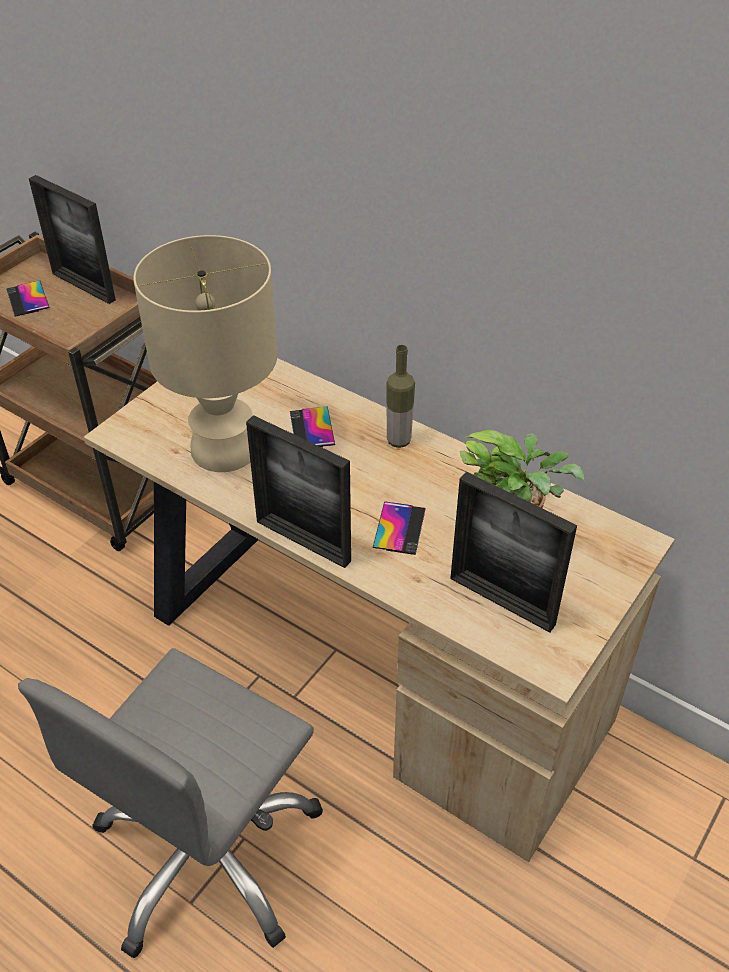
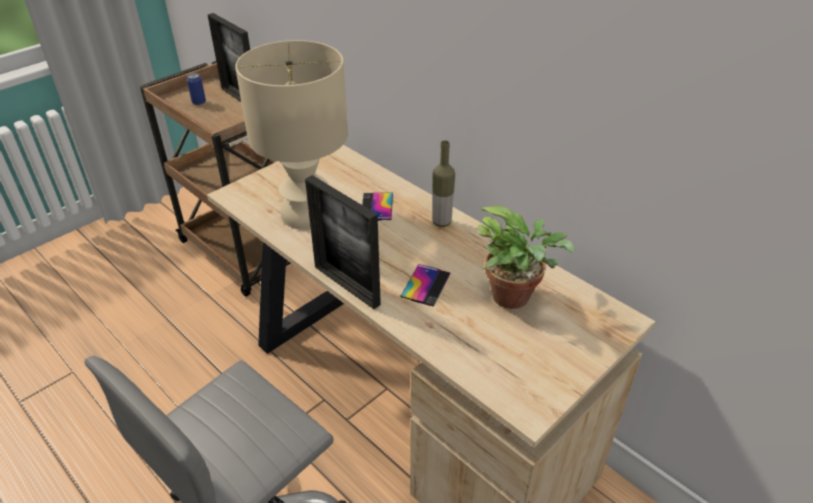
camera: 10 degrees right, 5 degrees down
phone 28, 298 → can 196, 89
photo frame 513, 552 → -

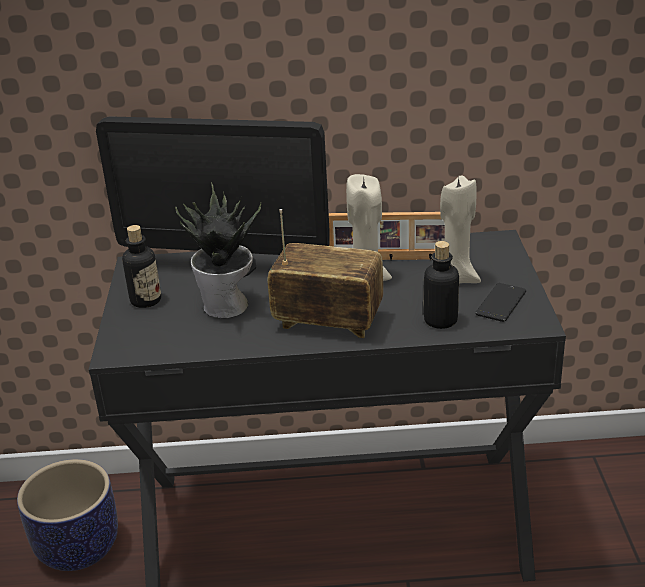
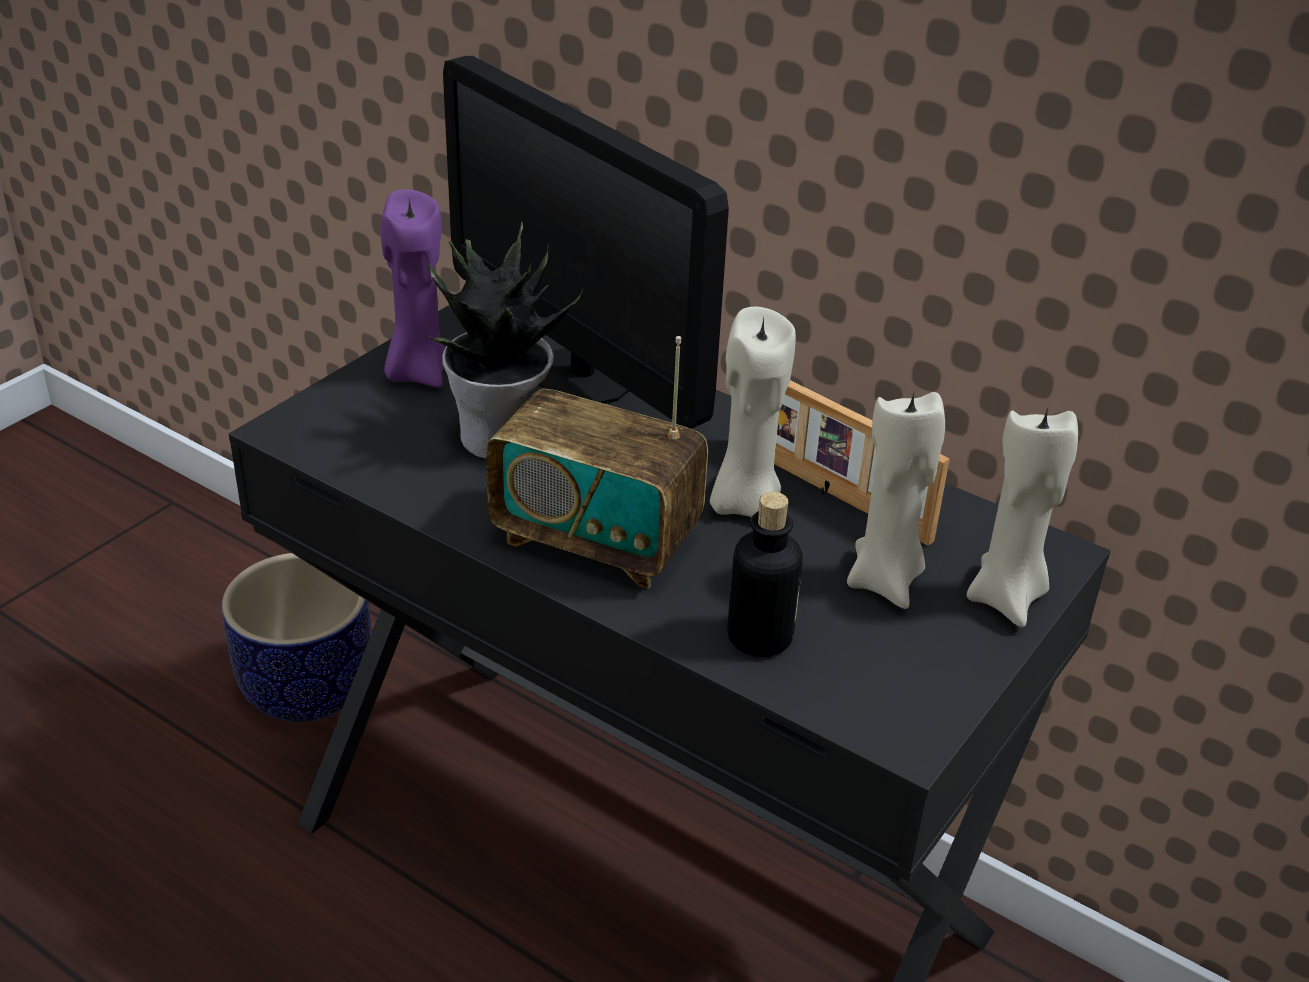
camera: 35 degrees right, 5 degrees up
radio set 325, 273 → radio set 597, 462, 150 degrees clockwise
beverage bottle 141, 266 → purple-coloured wax candle 413, 288
phone 500, 302 → -
- → beige wax candle 1022, 517

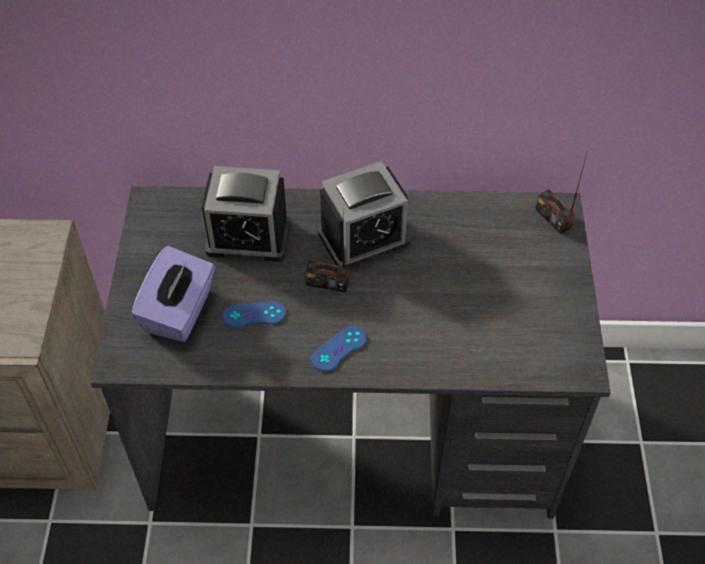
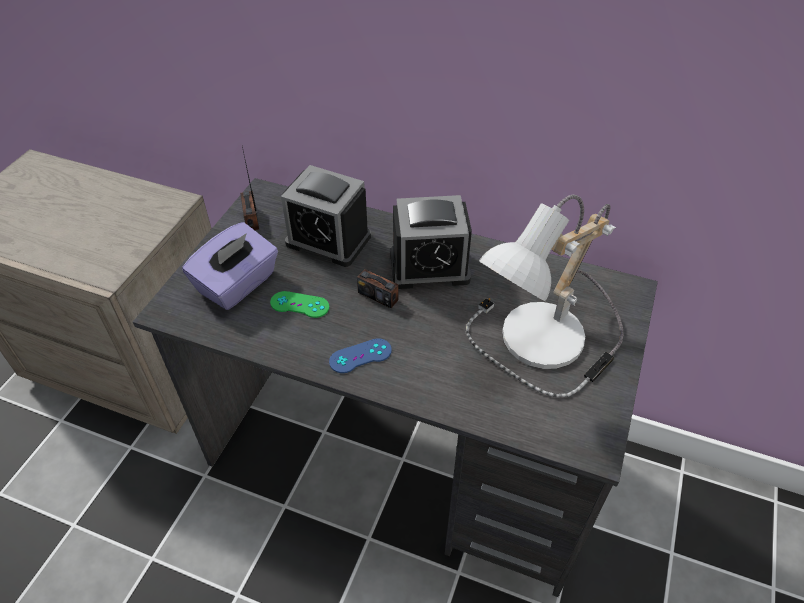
camera: 20 degrees right, 5 degrees down
radio set 561, 194 → radio set 249, 188, relocated
blue-coloured game controller 254, 314 → green-coloured game controller 299, 304
- → table lamp 545, 296

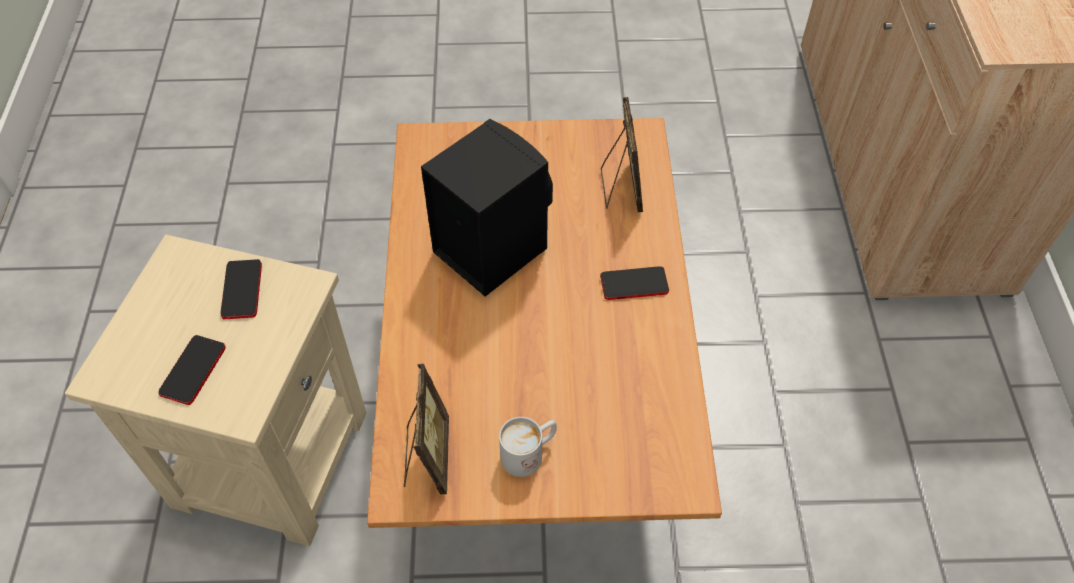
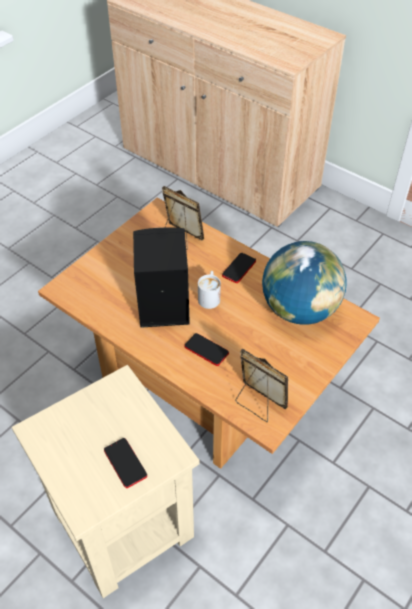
camera: 50 degrees left, 5 degrees down
phone 241, 289 → phone 206, 349, relocated
white-coloured mug 528, 447 → white-coloured mug 209, 290, relocated
- → globe 304, 283

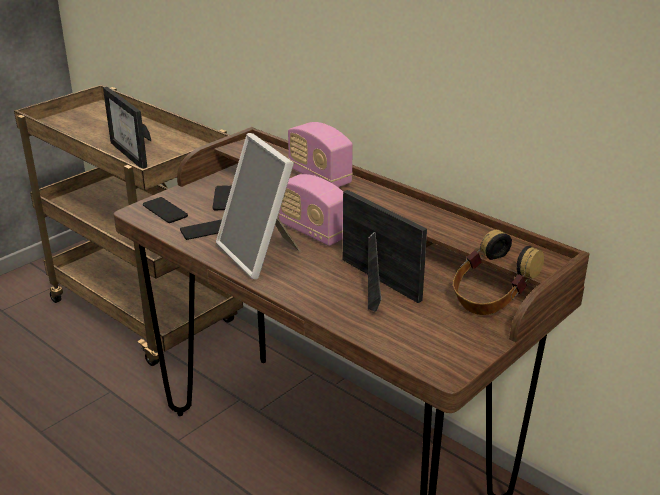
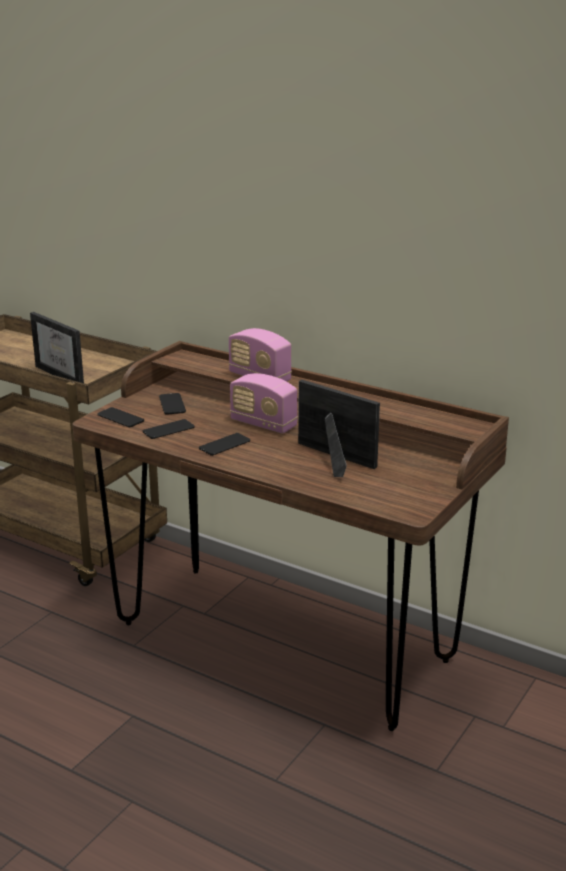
camera: 10 degrees left, 5 degrees down
photo frame 258, 206 → phone 224, 444
headset 498, 272 → -

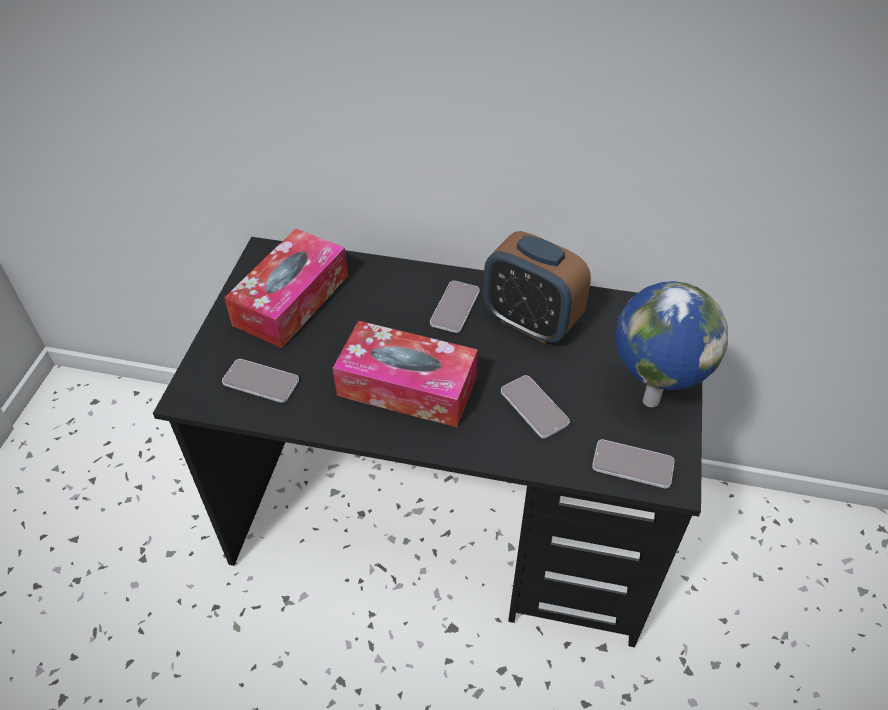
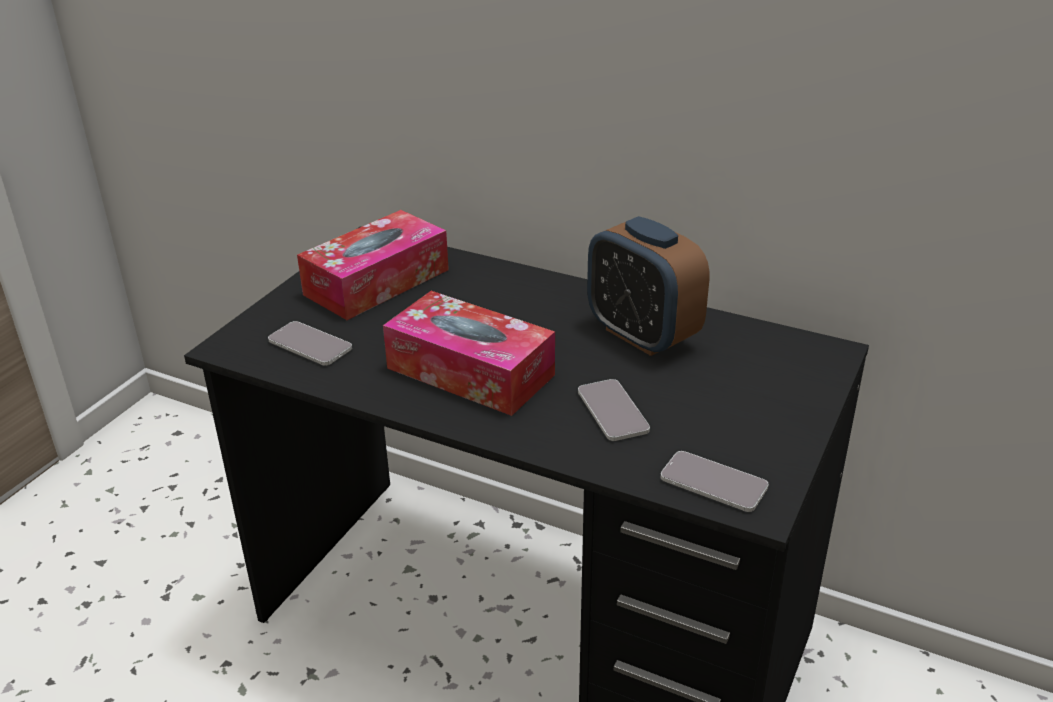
camera: 15 degrees right, 15 degrees down
phone 455, 307 → -
globe 671, 344 → -

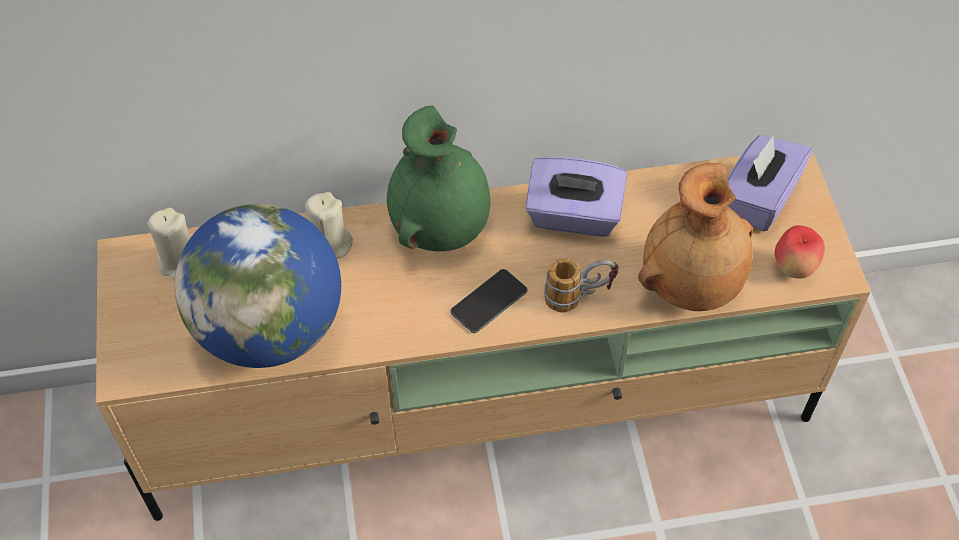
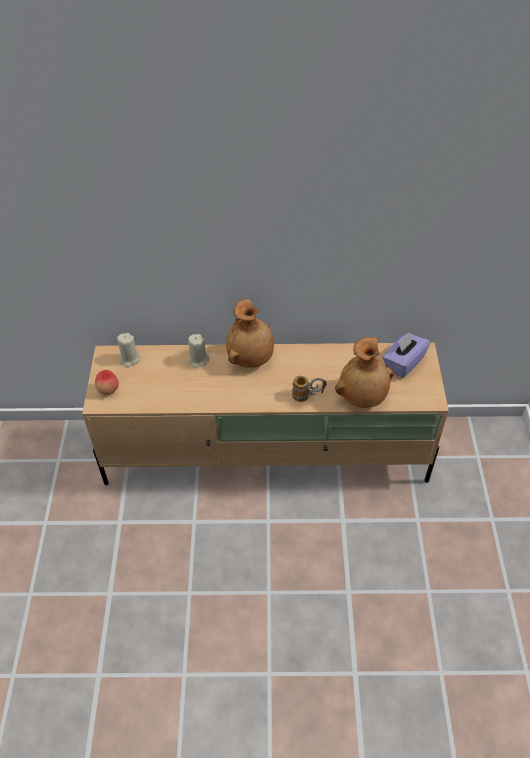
camera: 10 degrees right, 5 degrees down
green-coloured vase 438, 178 → brown-coloured vase 250, 333
purple-coloured tissue holder 576, 197 → -
globe 258, 286 → -
whole apple 800, 252 → whole apple 107, 382, relocated
phone 489, 301 → -

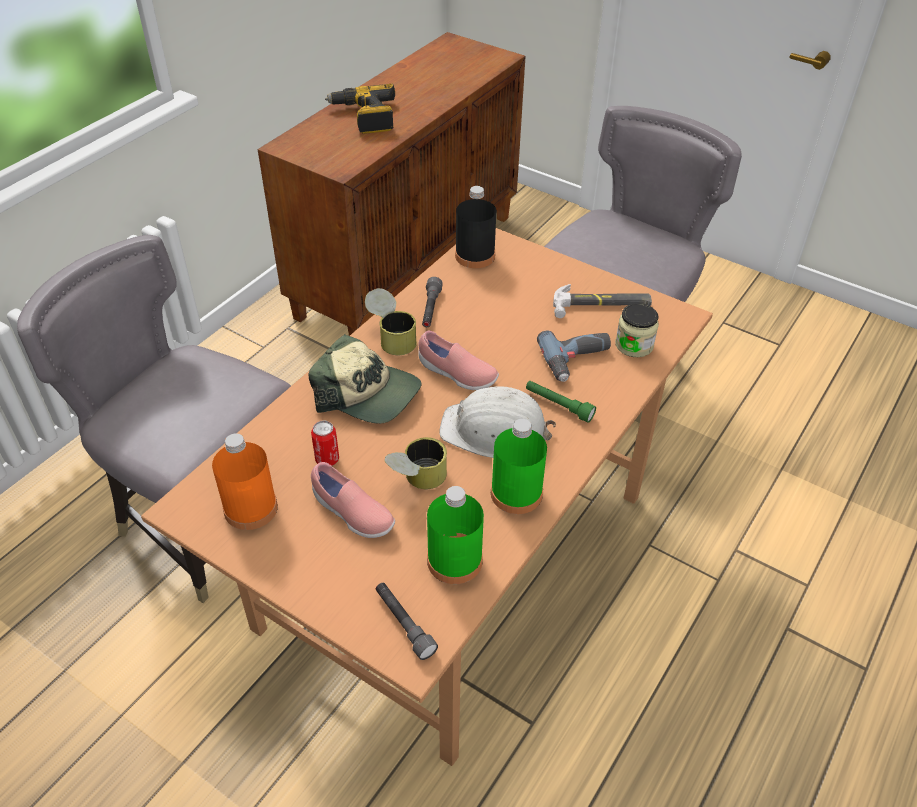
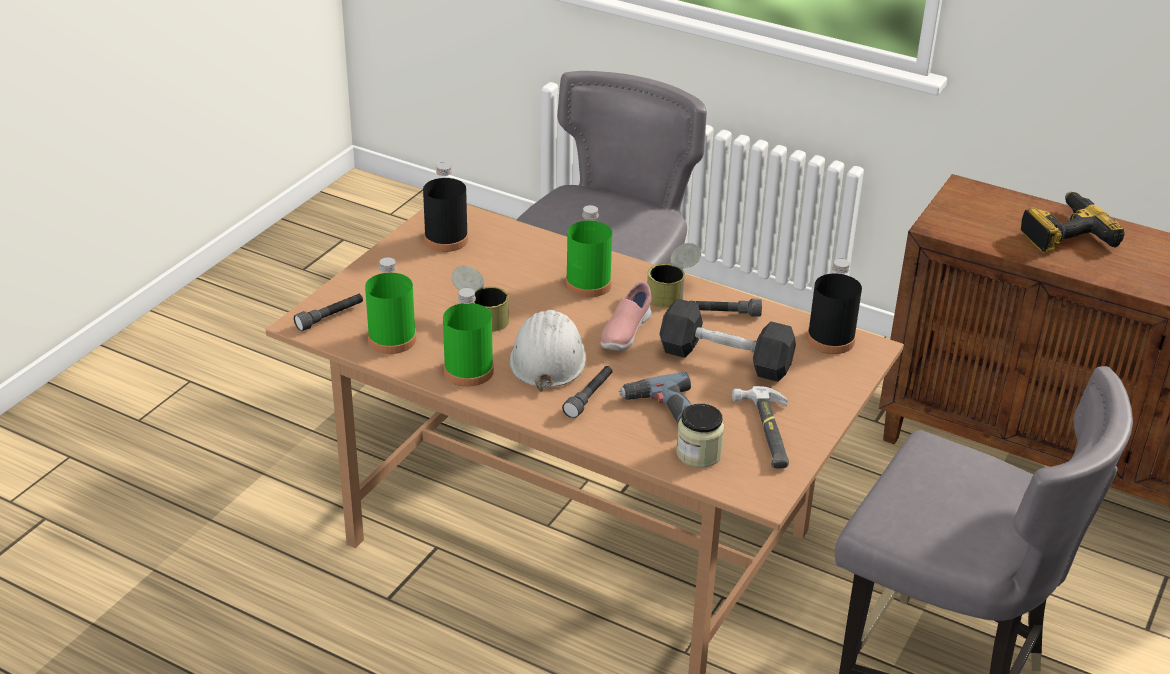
camera: 85 degrees right, 10 degrees down
peaked cap 365, 379 → green-coloured beverage bottle 589, 251
green-coloured flashlight 561, 402 → gray flashlight 587, 392
can 325, 443 → -
orange beverage bottle 245, 481 → black-coloured beverage bottle 445, 207
pink low shoe 353, 500 → -
- → black-coloured free weight 727, 340

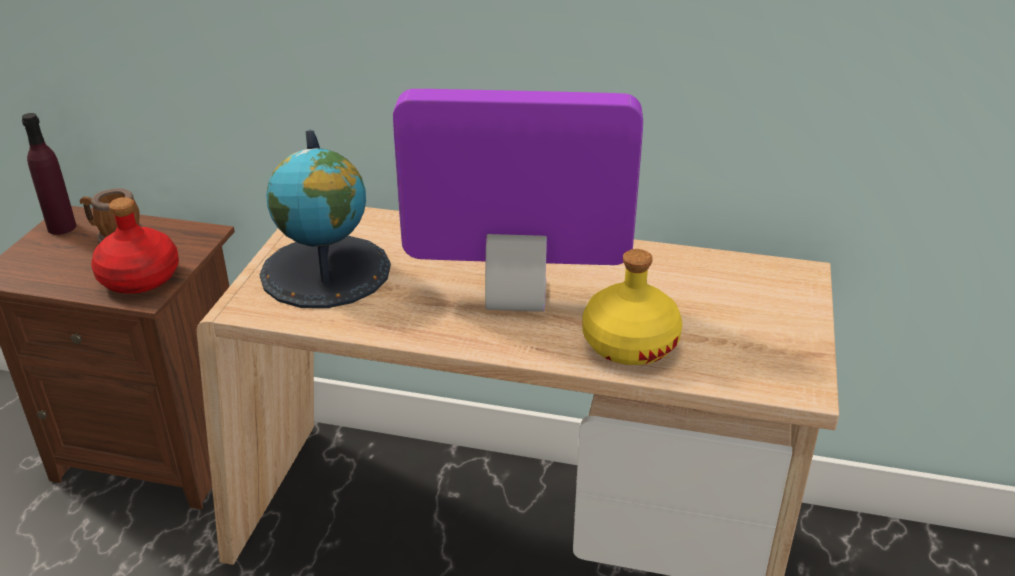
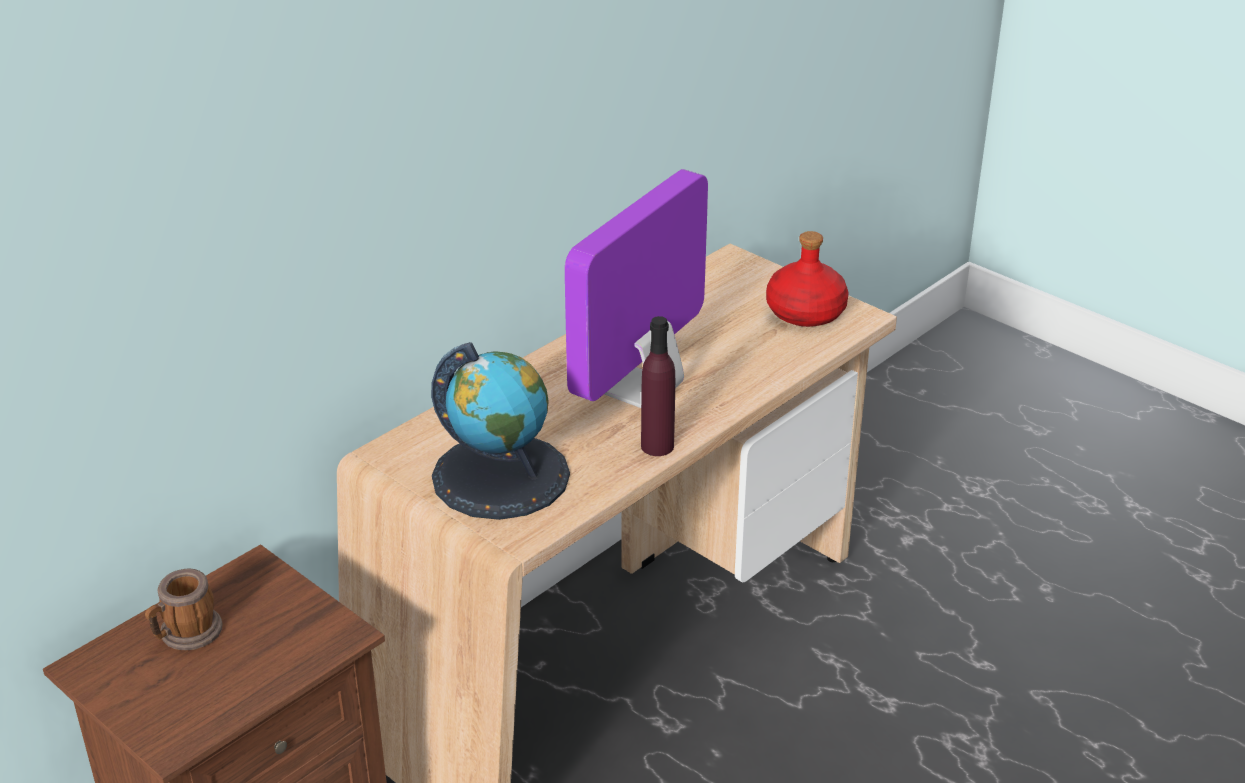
camera: 60 degrees left, 0 degrees up
purple-coloured beverage bottle 49, 174 → purple-coloured beverage bottle 658, 386, relocated
red beverage bottle 135, 245 → red beverage bottle 807, 279, relocated
yellowish beverage bottle 633, 307 → -

